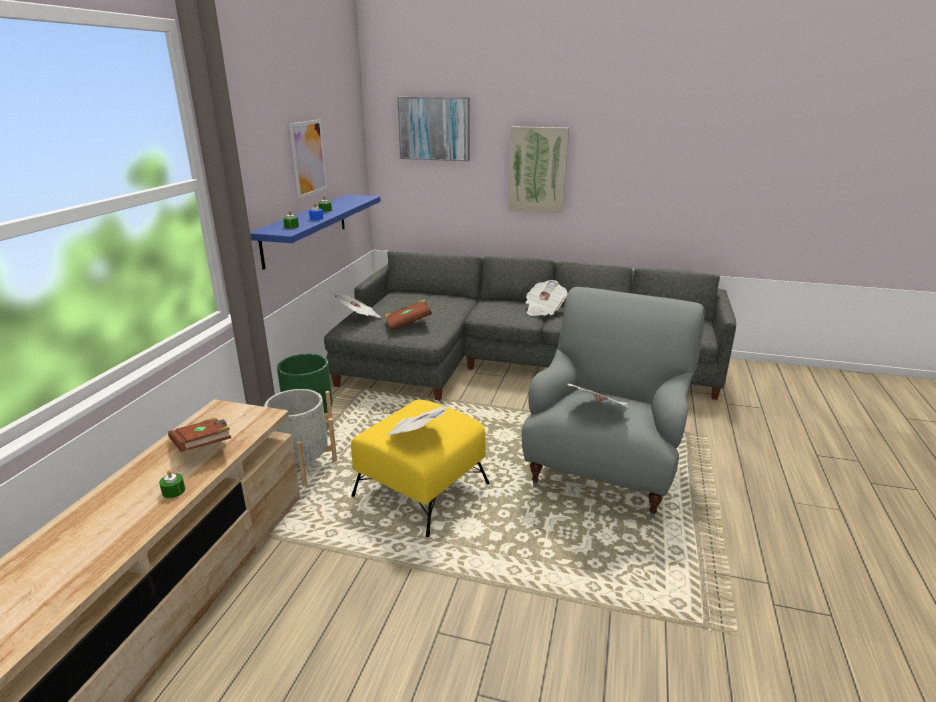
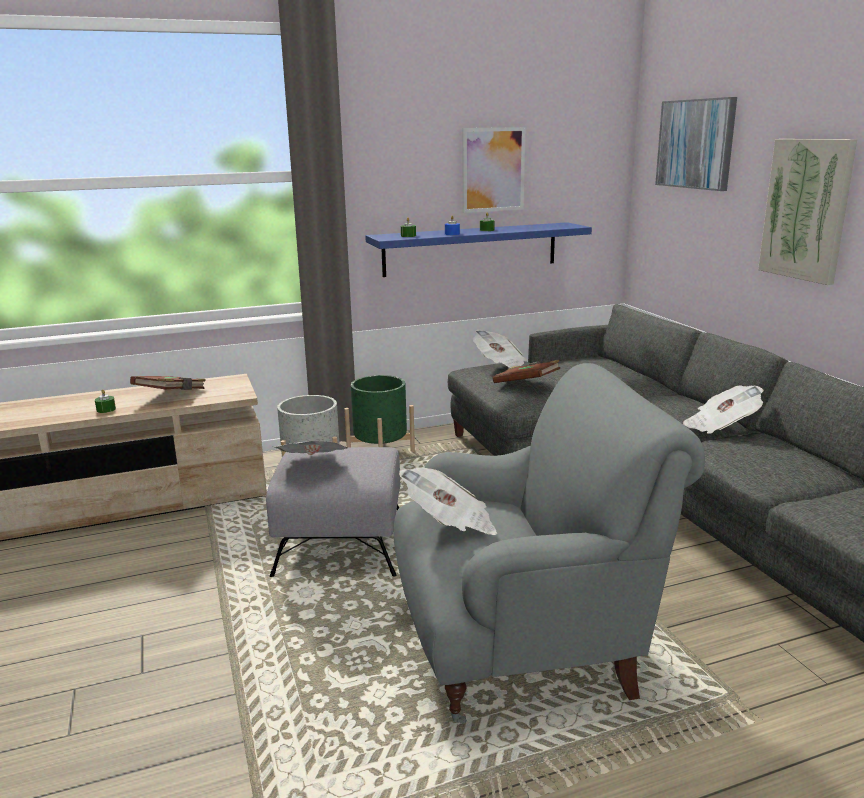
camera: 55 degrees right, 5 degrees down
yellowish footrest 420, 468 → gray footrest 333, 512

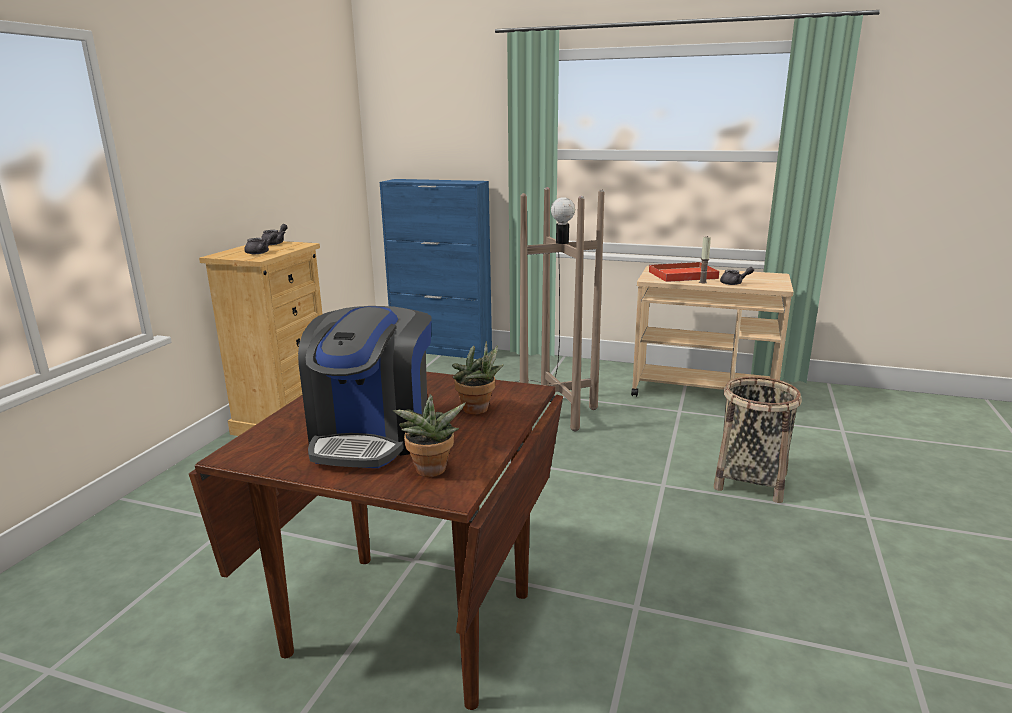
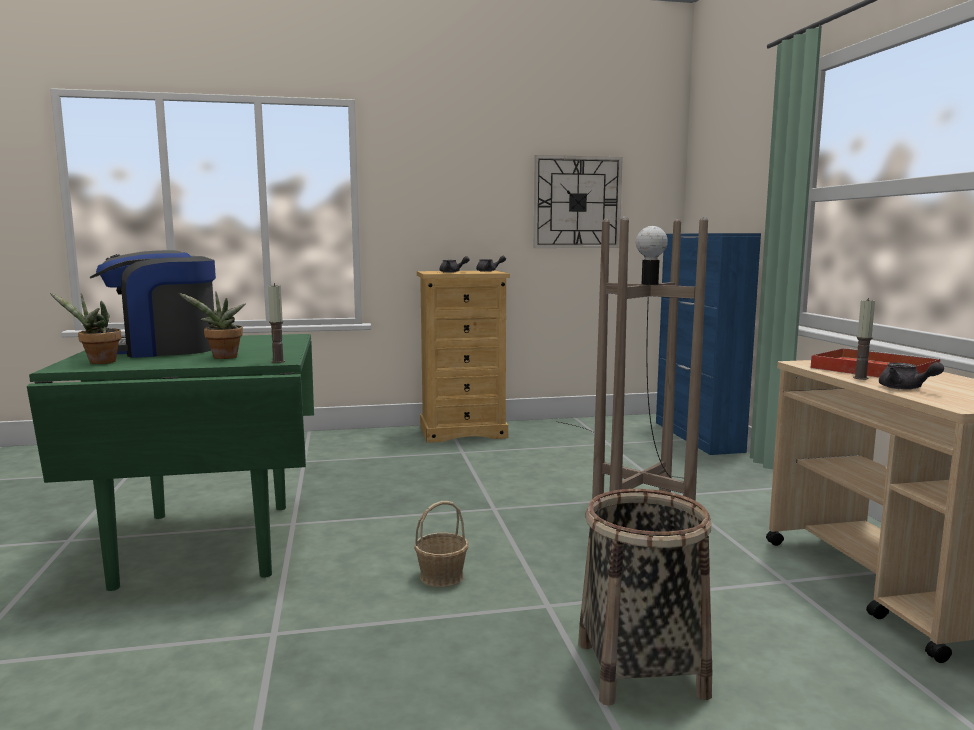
camera: 60 degrees right, 10 degrees down
brown-coloured dining table 376, 541 → green-coloured dining table 170, 462
- → hanging clock 578, 201
- → wax candle 276, 323
- → basket 441, 544

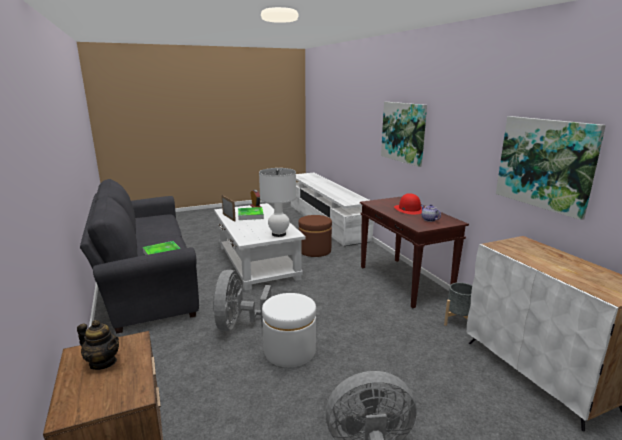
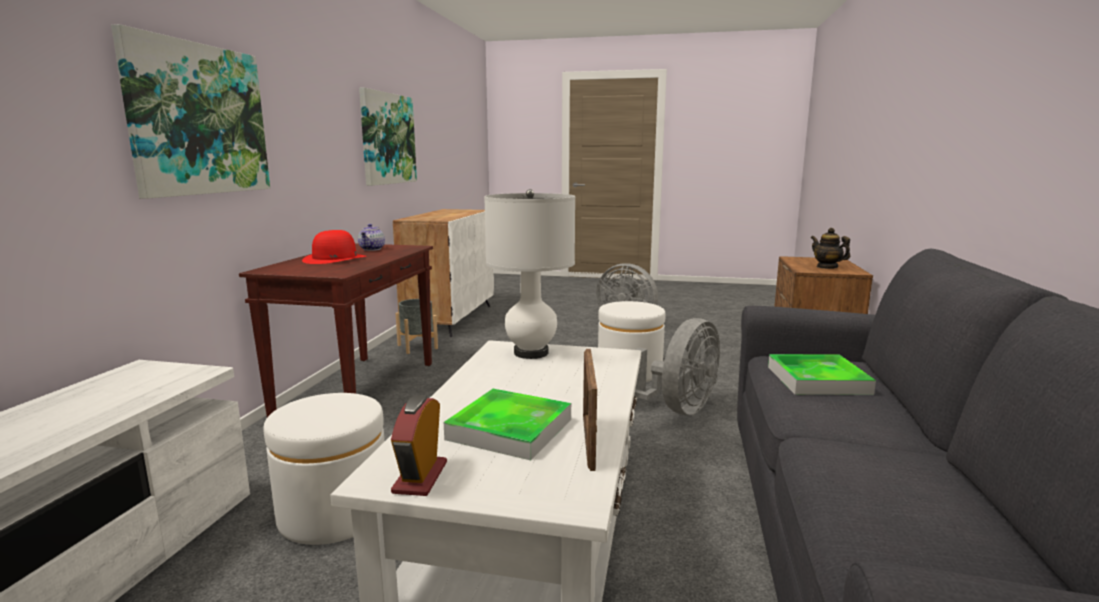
camera: 145 degrees left, 5 degrees down
brown-coloured footrest 315, 236 → white-coloured footrest 324, 469

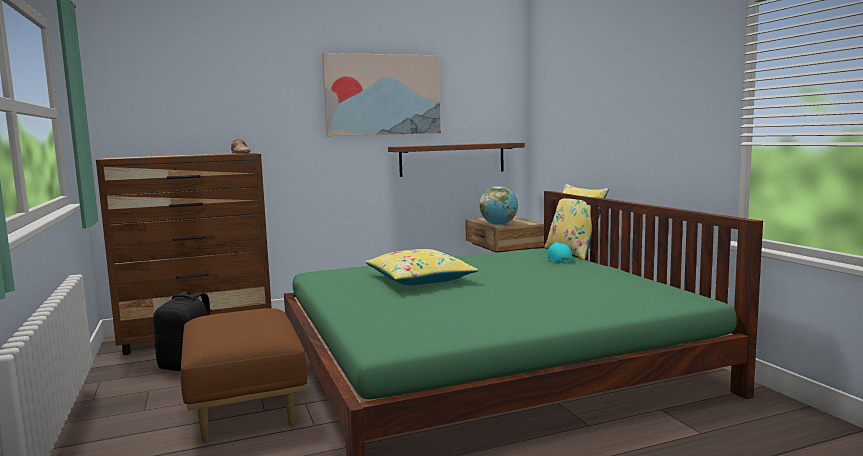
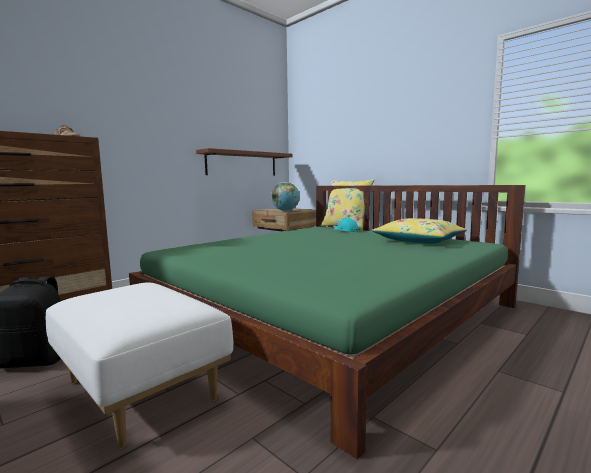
camera: 25 degrees left, 0 degrees up
picture 381, 94 → -
yellowish cushion 422, 267 → yellowish cushion 419, 231, relocated
brown-coloured footrest 244, 375 → white-coloured footrest 140, 365

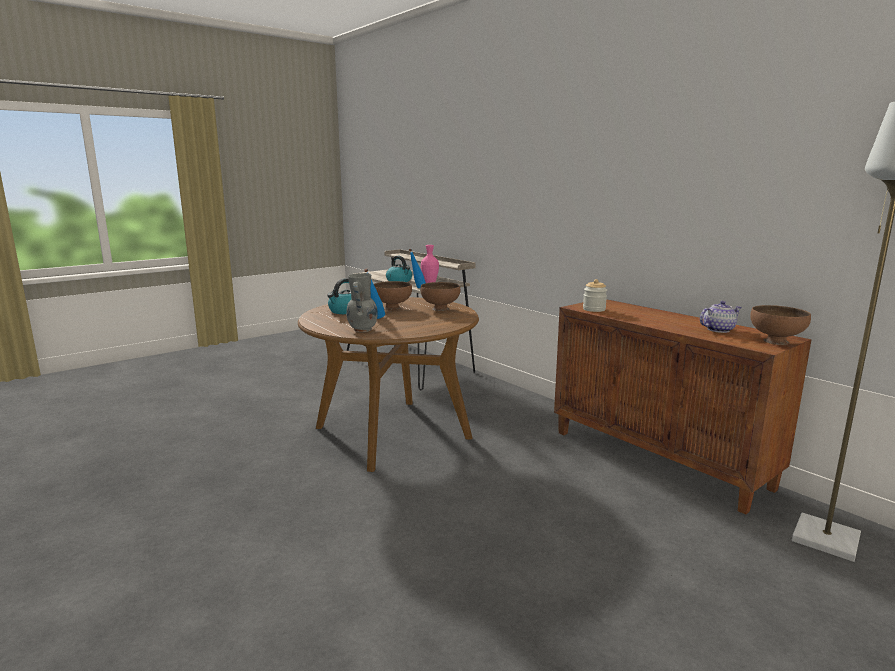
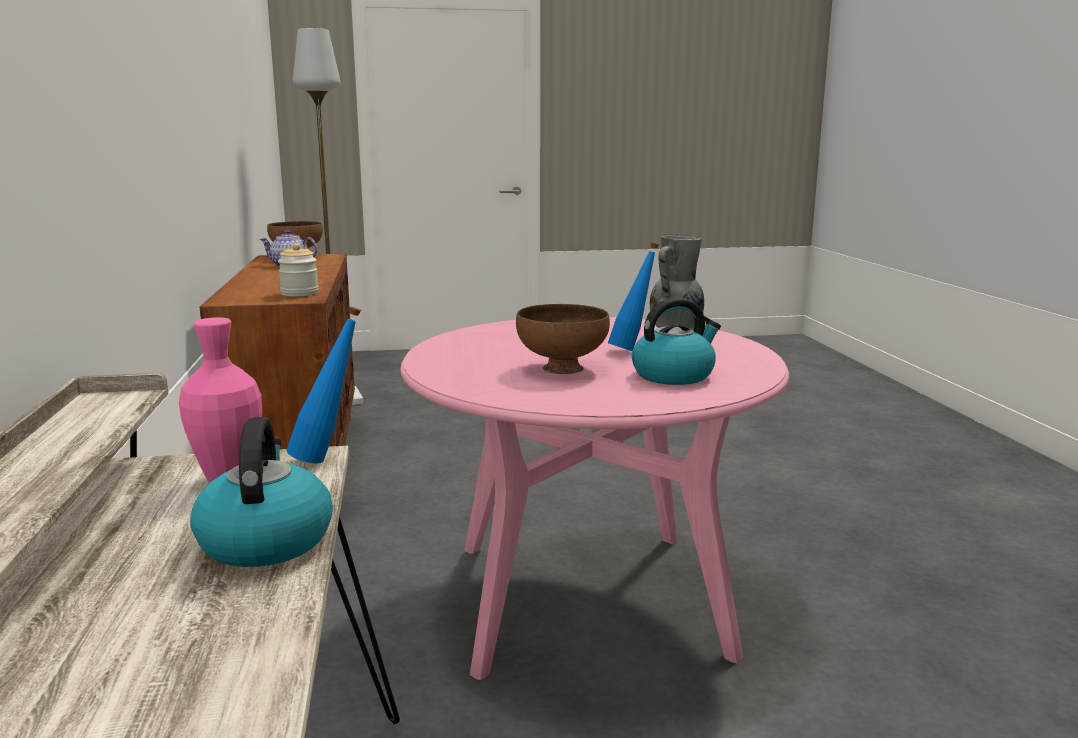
camera: 150 degrees left, 0 degrees up
brown-coloured bowl 440, 296 → -
brown-coloured dining table 388, 384 → pink dining table 594, 498

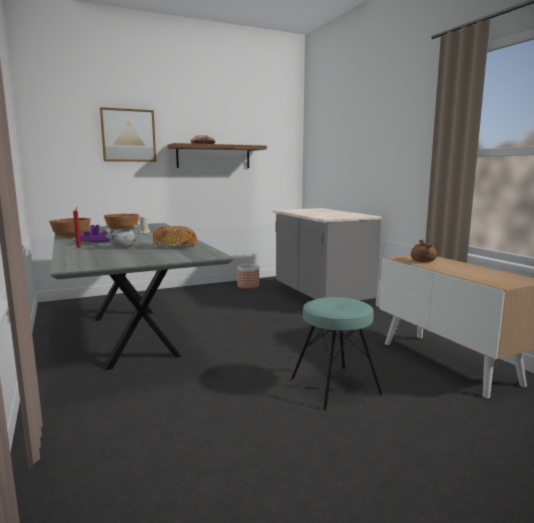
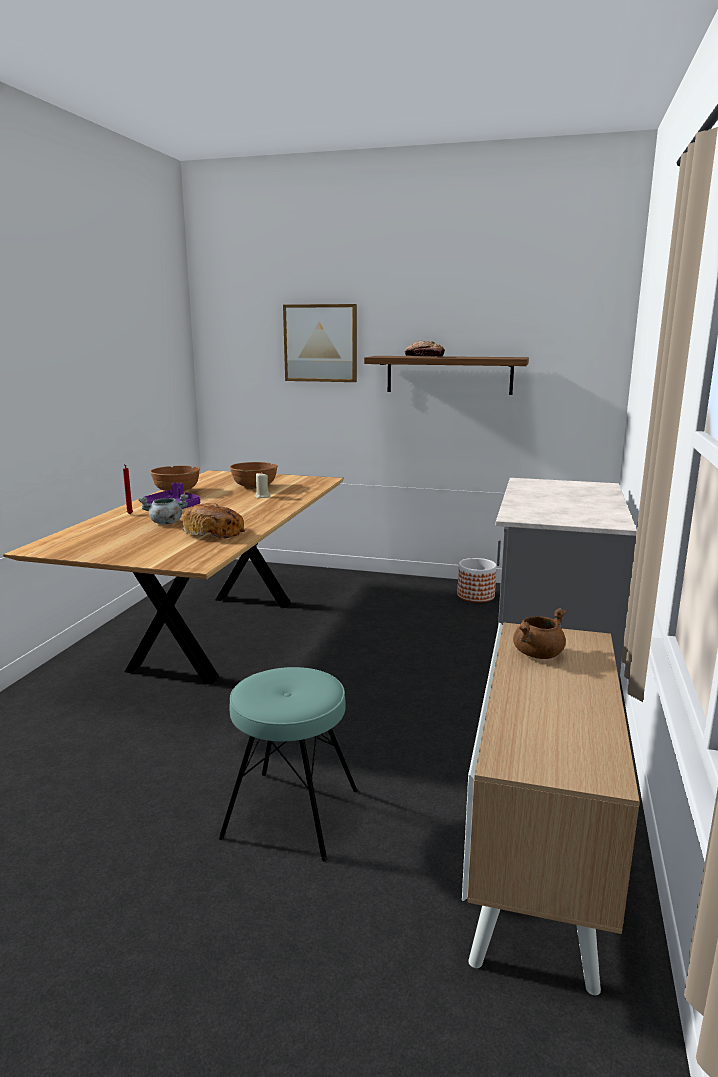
camera: 40 degrees right, 5 degrees up
gray dining table 142, 296 → brown-coloured dining table 173, 577

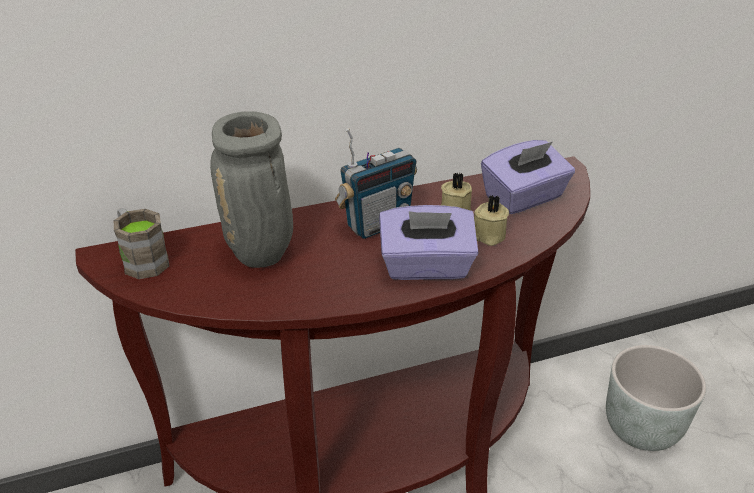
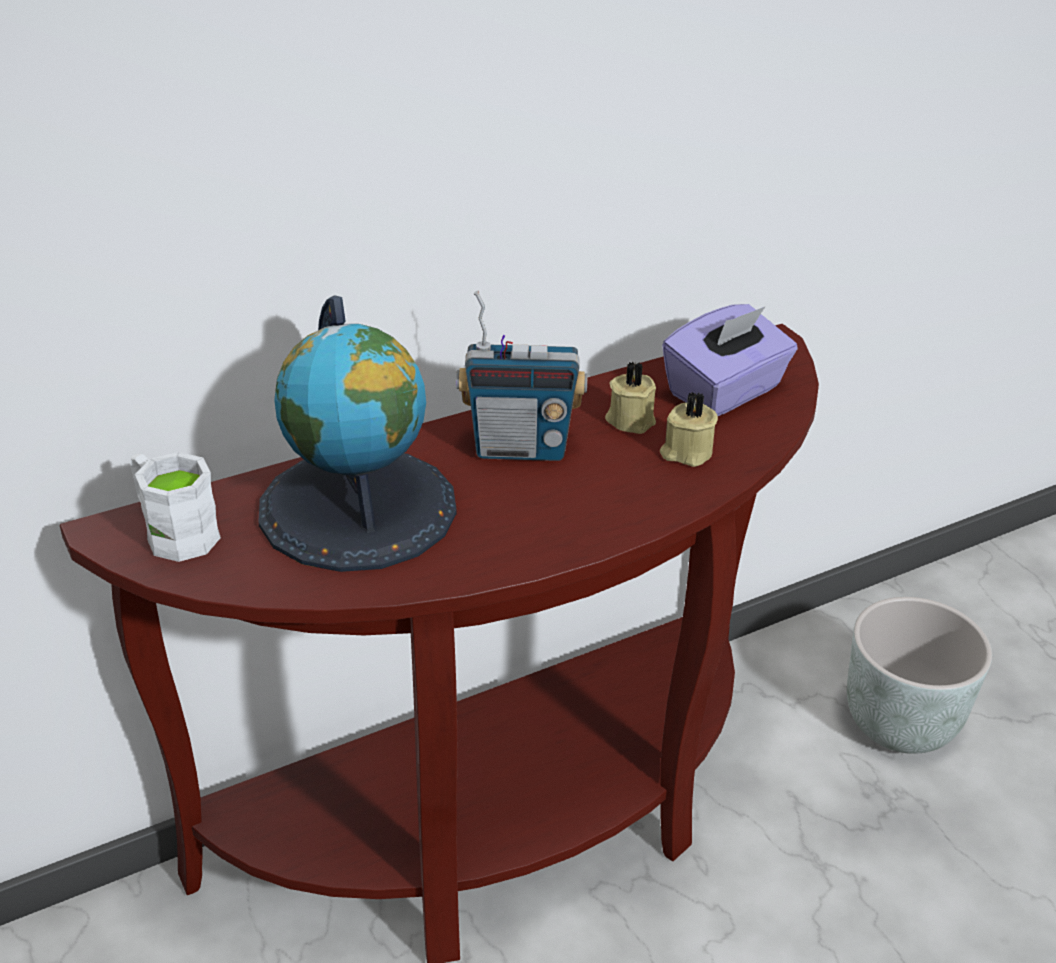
camera: 10 degrees left, 0 degrees up
gray vase 251, 189 → globe 357, 433
radio set 376, 183 → radio set 521, 376, 45 degrees clockwise
purple-coloured tissue holder 429, 242 → -
brown-coloured mug 141, 243 → white-coloured mug 176, 507

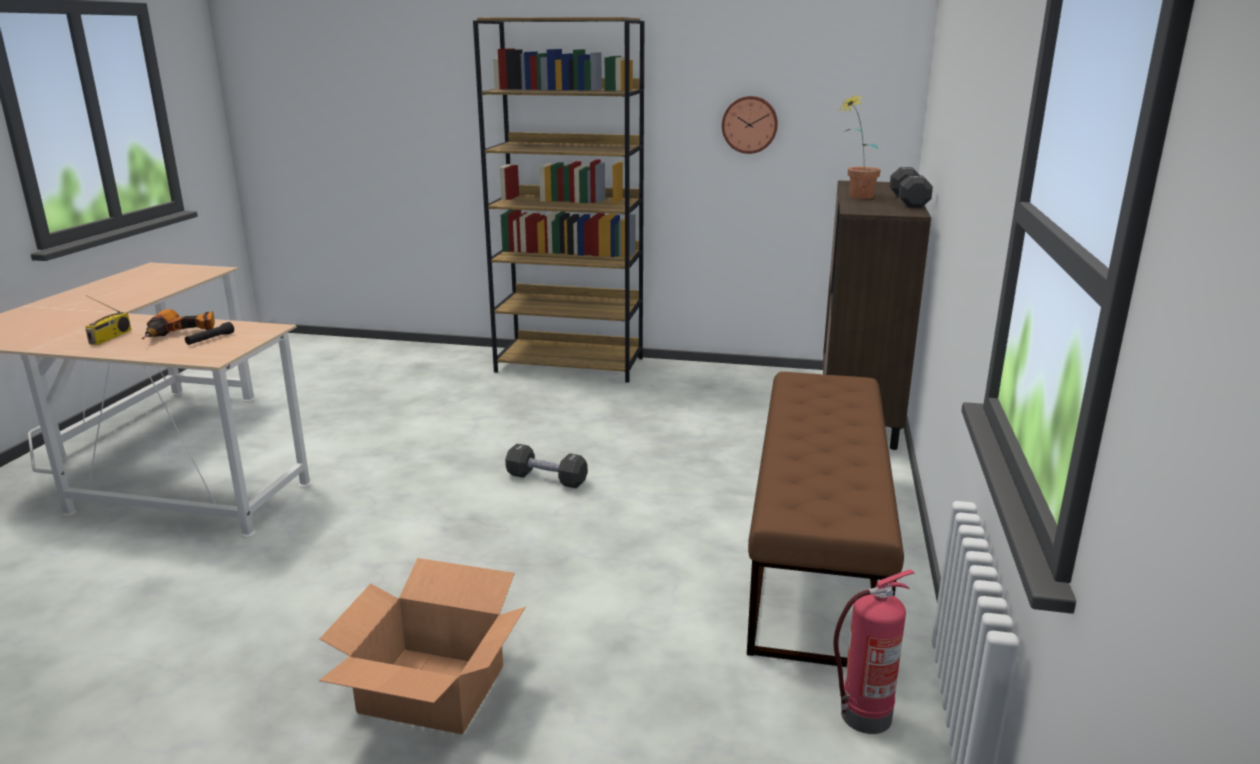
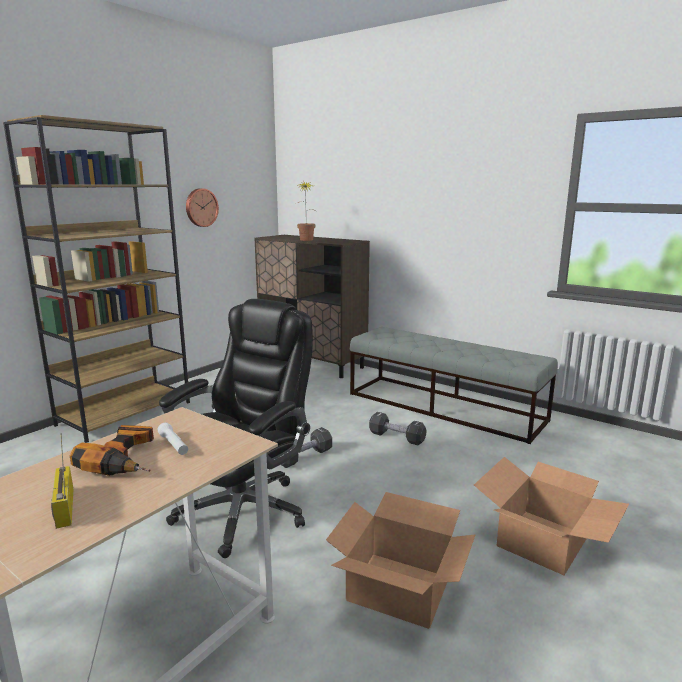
camera: 65 degrees left, 5 degrees down
black-coloured free weight 911, 187 → black-coloured free weight 397, 428, relocated
radio set 108, 320 → radio set 62, 481, 150 degrees counterclockwise
black-coloured flashlight 209, 333 → white-coloured flashlight 173, 438
brown-coloured bench 825, 519 → gray bench 454, 385
fire-fighting cylinder 874, 652 → -
- → black-coloured office chair 236, 428
- → cardboard box 400, 560

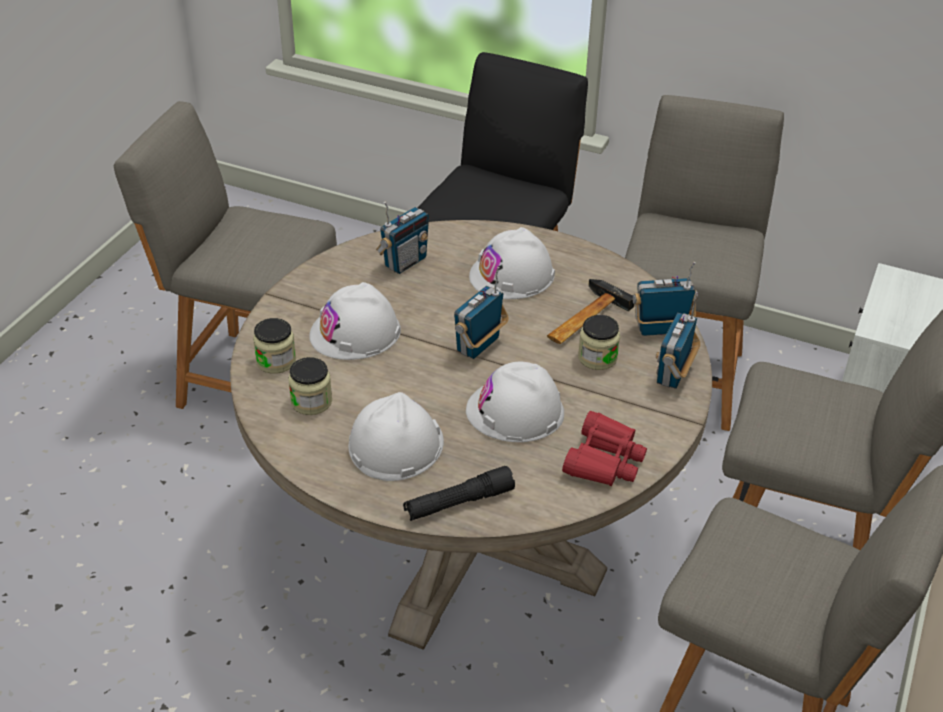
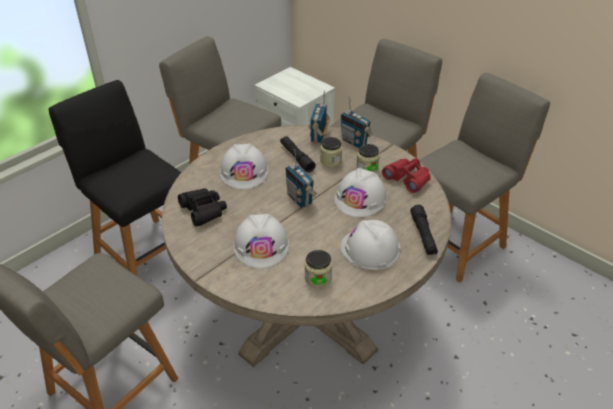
camera: 70 degrees left, 0 degrees up
radio set 402, 237 → black-coloured binoculars 202, 207
tool hammer 591, 311 → black-coloured flashlight 298, 154
storage jar 274, 346 → storage jar 368, 158, relocated

